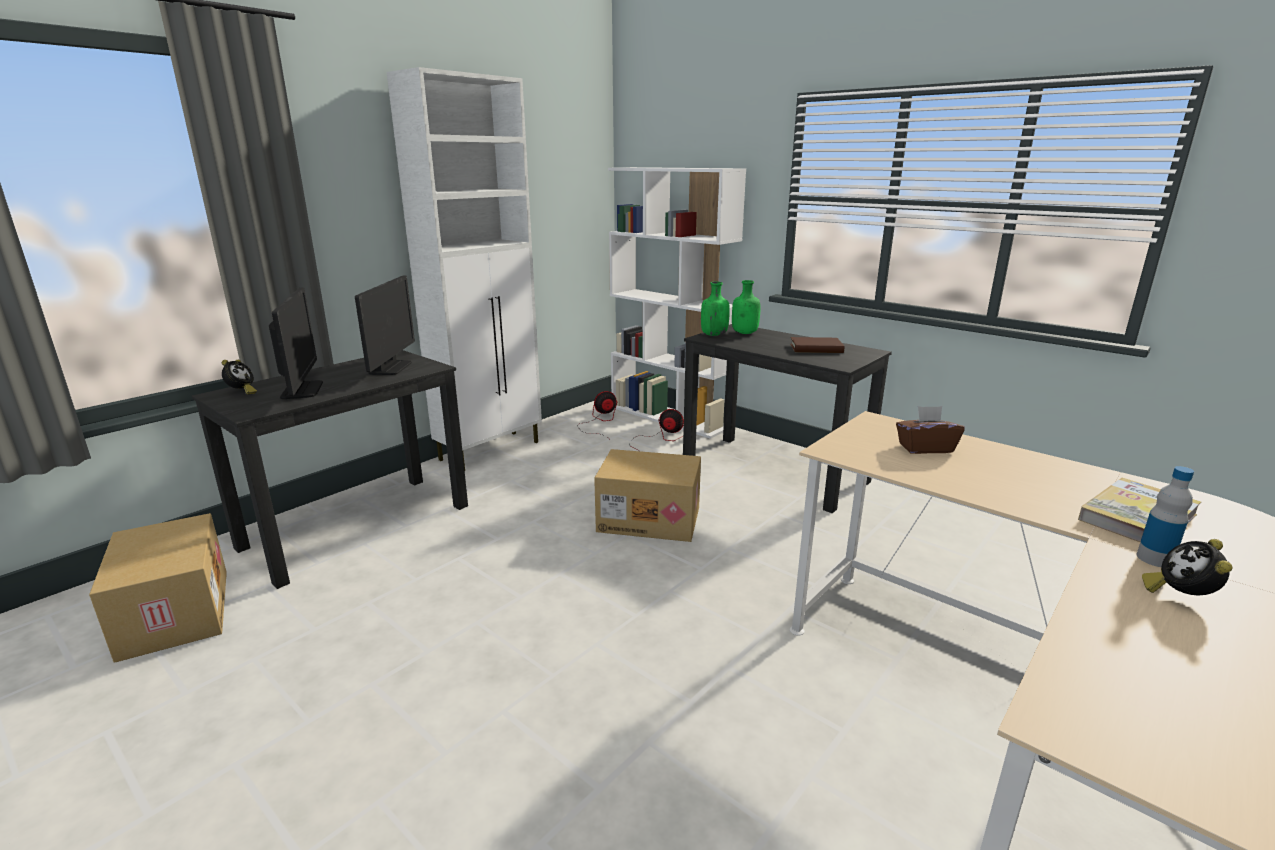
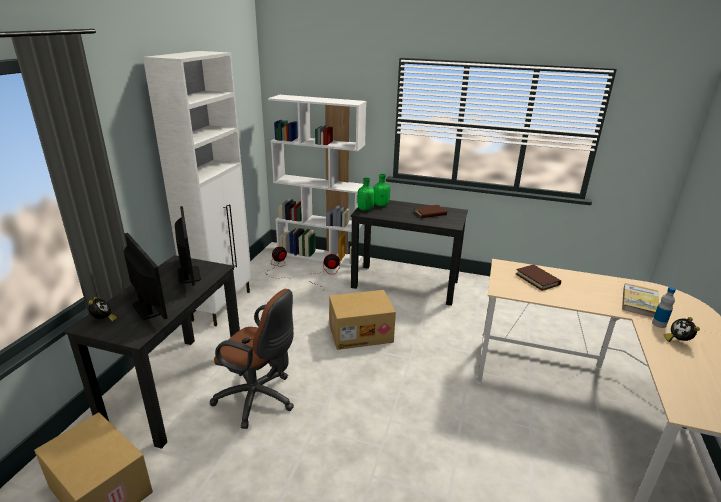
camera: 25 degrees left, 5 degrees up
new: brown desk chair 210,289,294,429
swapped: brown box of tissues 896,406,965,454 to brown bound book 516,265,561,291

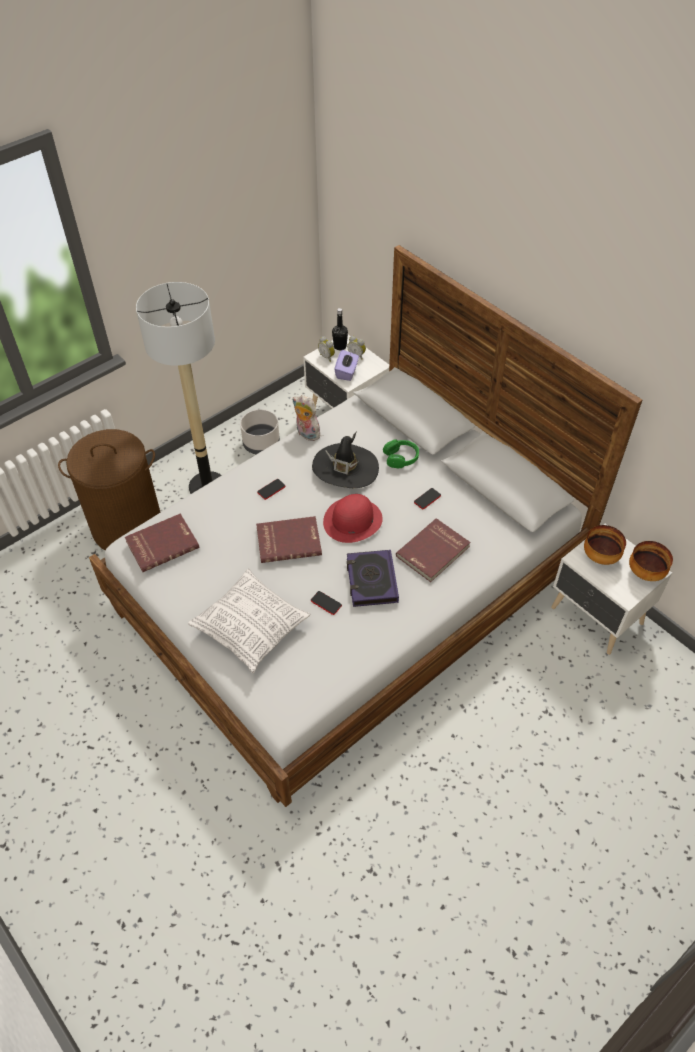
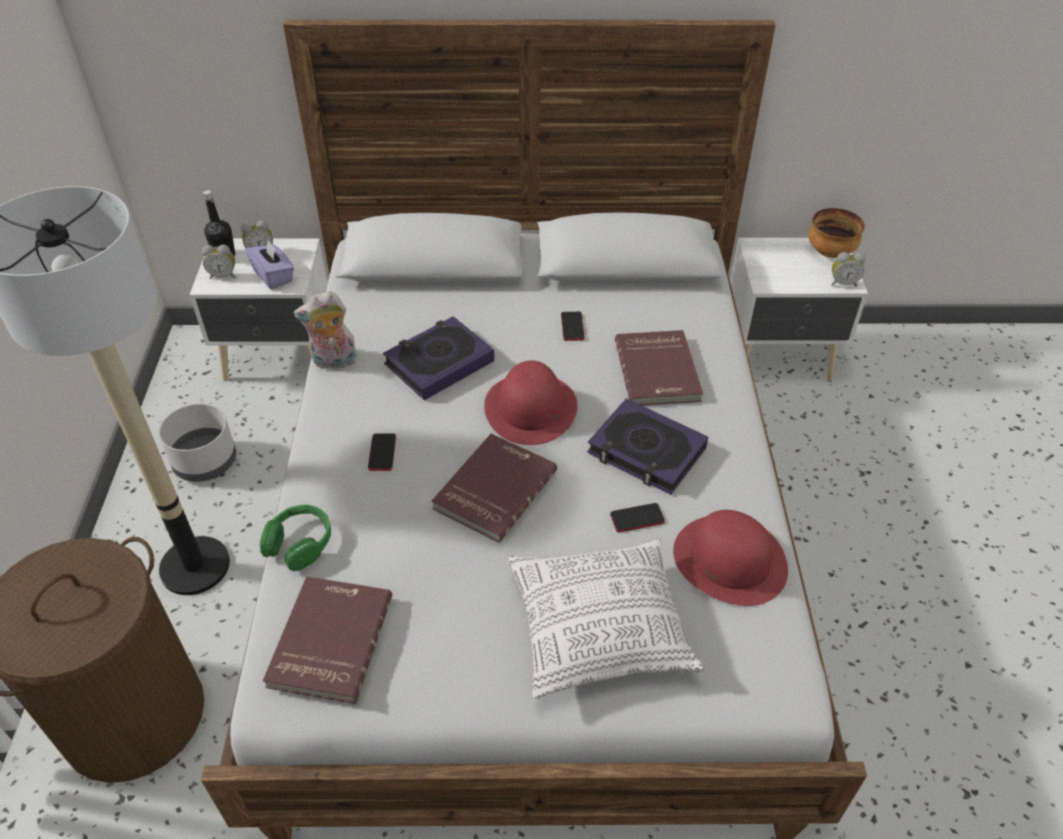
camera: 50 degrees left, 5 degrees down
gone: deep dish 584,525,626,565
new: reddish hat 673,510,788,606; table clock 831,252,866,287
shifted: greenish pair of headphones 383,439,419,468 to 260,505,331,571
swapped: blackish hat 312,431,379,488 to bound book 383,316,495,400

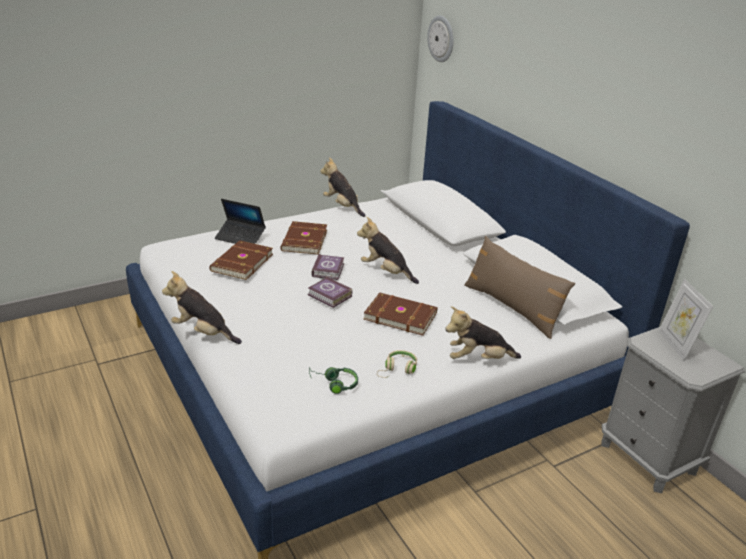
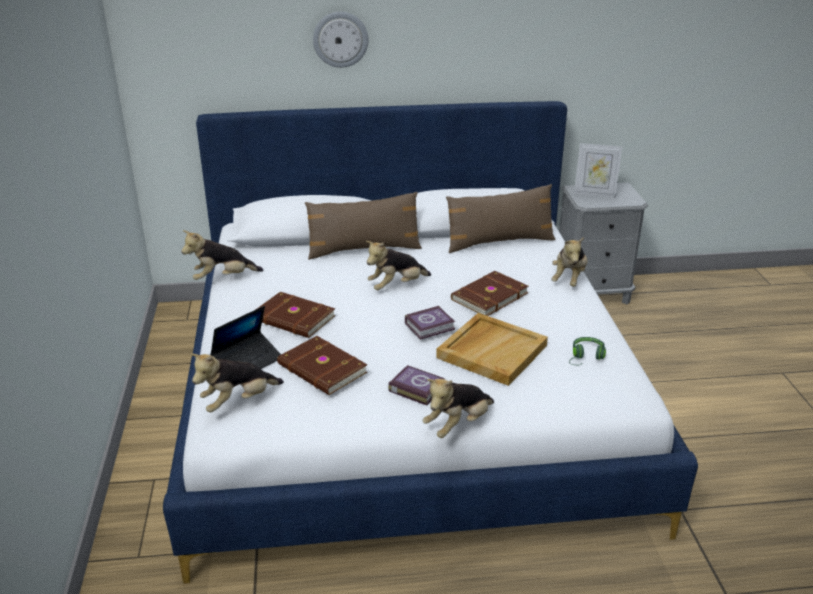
camera: 65 degrees left, 0 degrees up
gone: sand-coloured pair of headphones 377,350,417,378
new: plush toy 190,353,284,412; brown throw pillow 305,192,422,260; sand-coloured serving tray 436,313,548,386
shifted: bound book 311,254,344,280 to 388,365,445,406; hanging clock 427,15,454,62 to 313,12,368,68

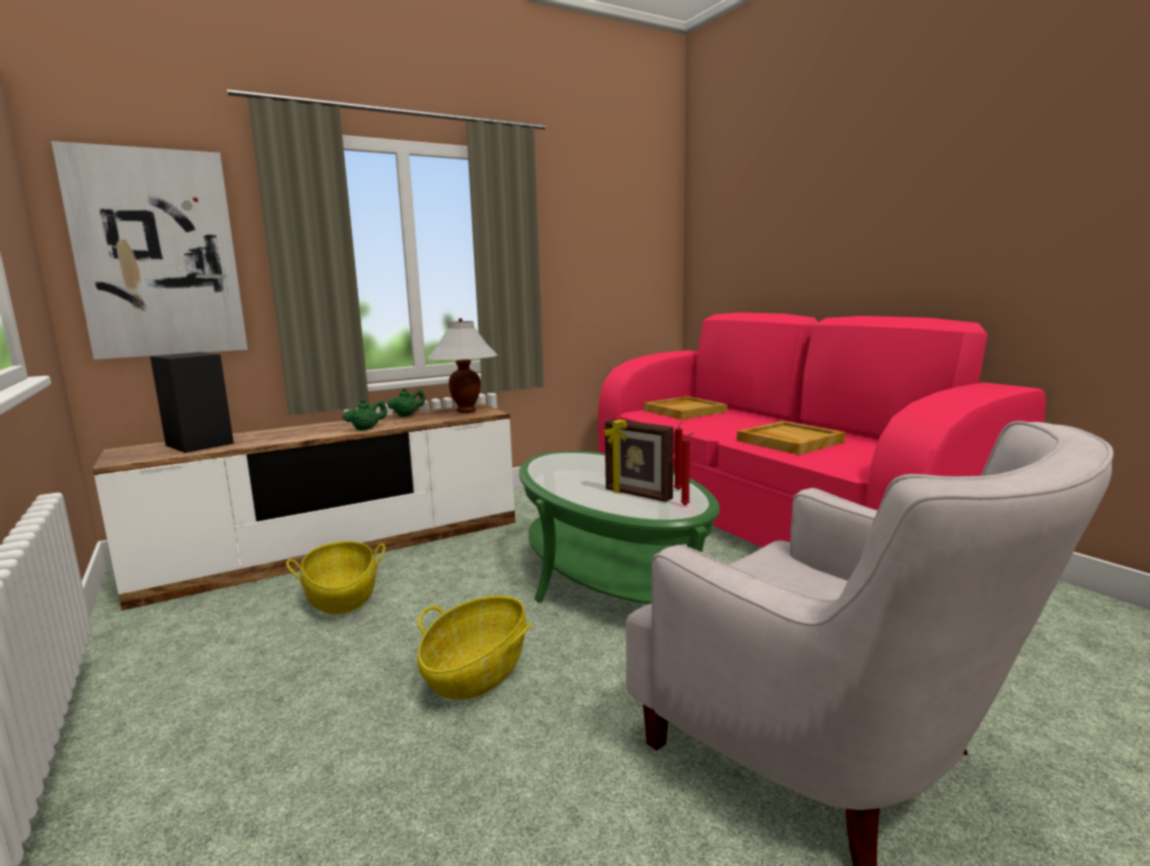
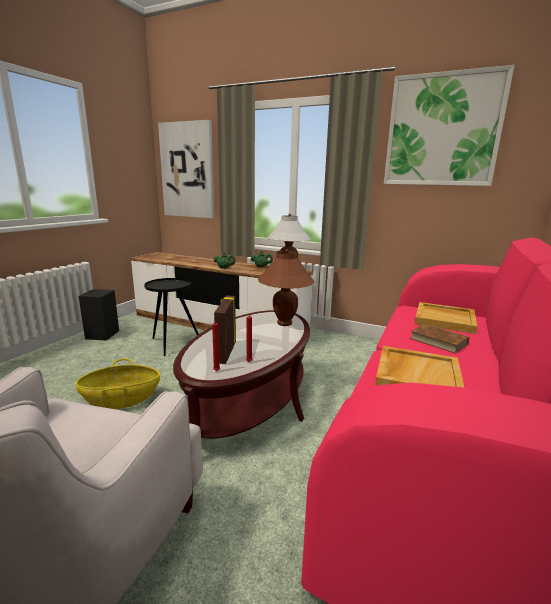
camera: 55 degrees right, 5 degrees up
new: brown tabletop lamp 258,249,315,326; picture 384,65,515,186; brown bound book 410,324,469,354
shifted: blackish speaker 150,352,234,453 to 79,289,119,341
swapped: basket 286,541,385,614 to blackish accent table 144,278,199,356
repainted: greenish coffee table 519,451,720,604 to brown coffee table 173,310,310,439

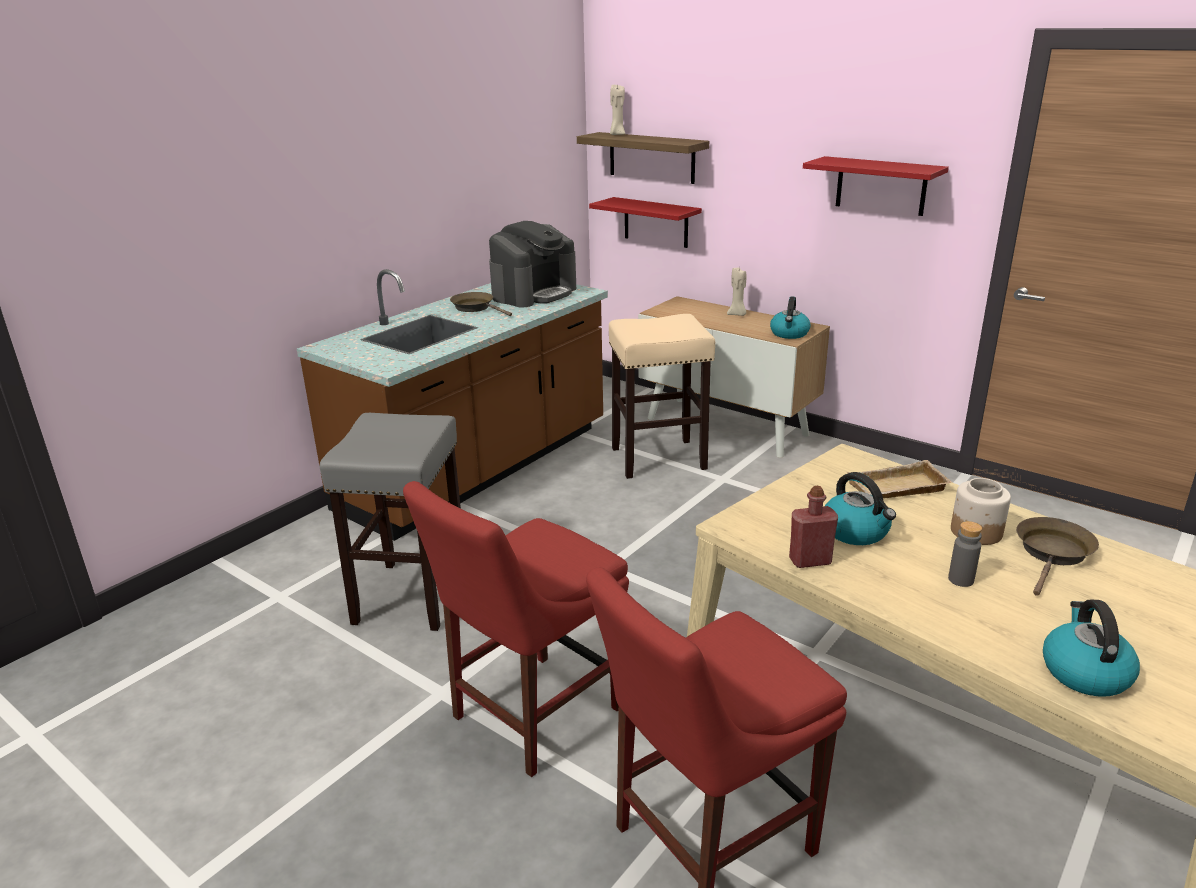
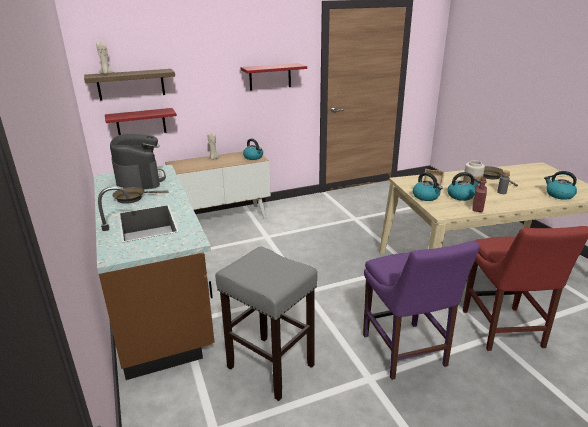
camera: 60 degrees left, 0 degrees up
gone: sand-coloured sitting stool 609,314,715,479
new: water kettle 413,172,442,201
repainted: reddish upright chair 403,481,629,777 to purple-coloured upright chair 363,241,480,380

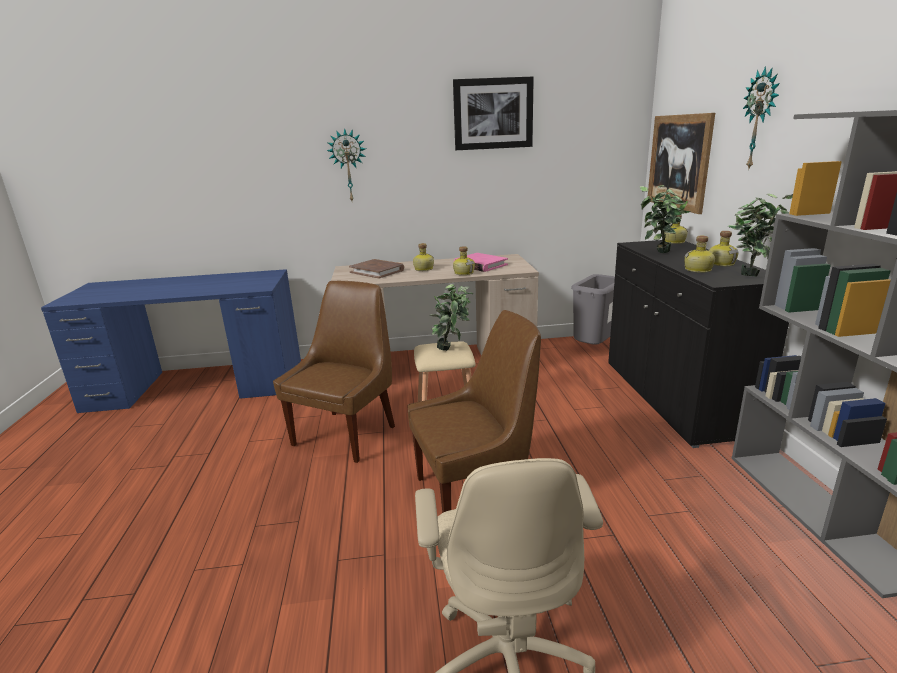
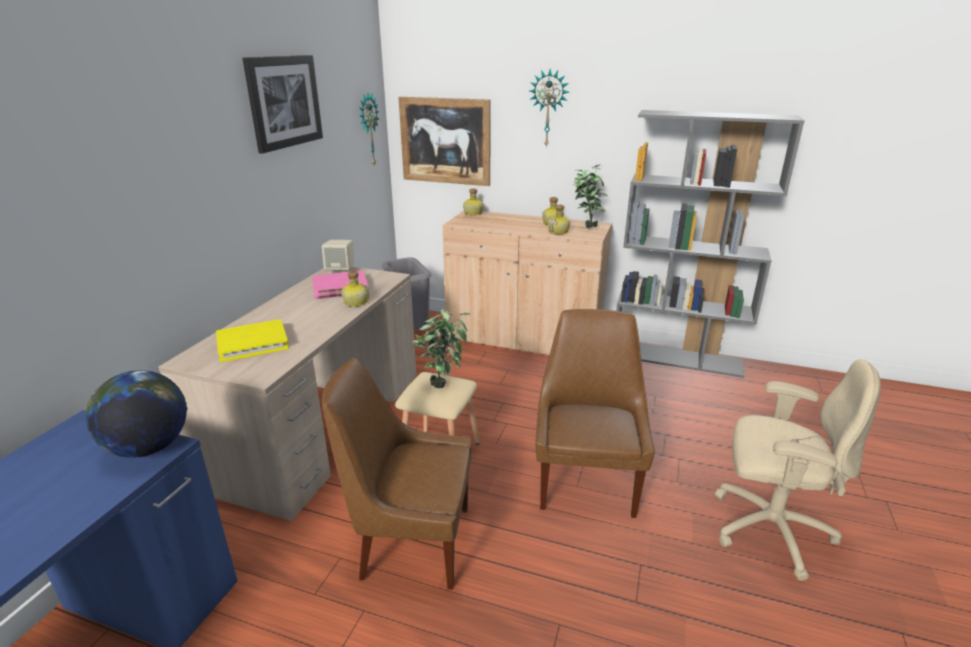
camera: 65 degrees left, 5 degrees up
gone: bottle 413,243,434,271; plant in a pot 640,185,691,253
new: desk globe 86,370,187,458; sand-coloured speaker 322,240,355,274
shifted: hanging clock 327,128,366,201 to 359,93,379,165
repainted: brown bound book 349,259,404,279 to yellowish bound book 216,319,289,362; blackish storage cabinet 608,240,789,448 to sand-coloured storage cabinet 442,211,612,355
rotated: brown upright chair 273,281,395,463 = 322,358,471,590 45 degrees counterclockwise

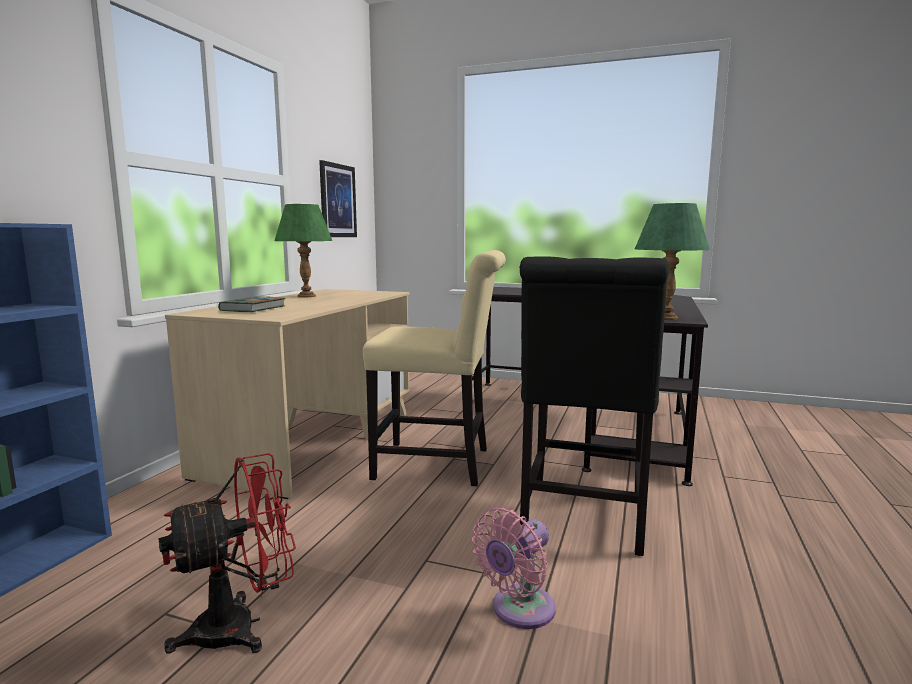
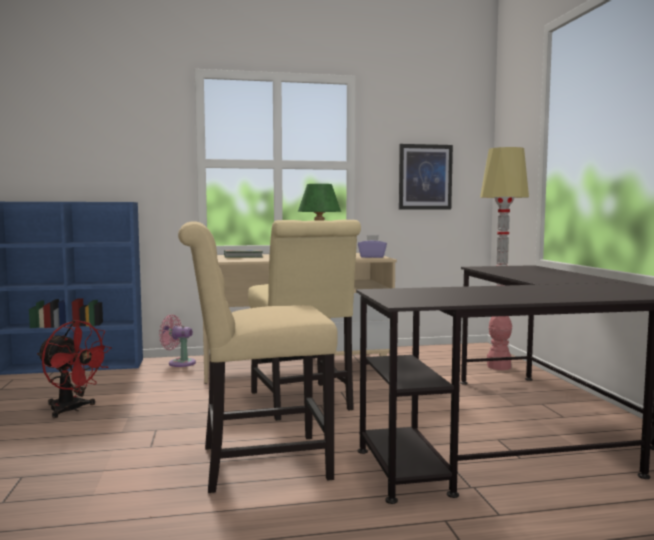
camera: 60 degrees right, 5 degrees down
gone: greenish tabletop lamp 635,203,710,320
new: purple-coloured box of tissues 358,235,387,258; standing lamp 480,147,529,370
shifted: pink-coloured cooling fan 472,508,556,629 to 159,315,196,367
repainted: blackish upright chair 520,256,669,556 to sand-coloured upright chair 178,221,338,493

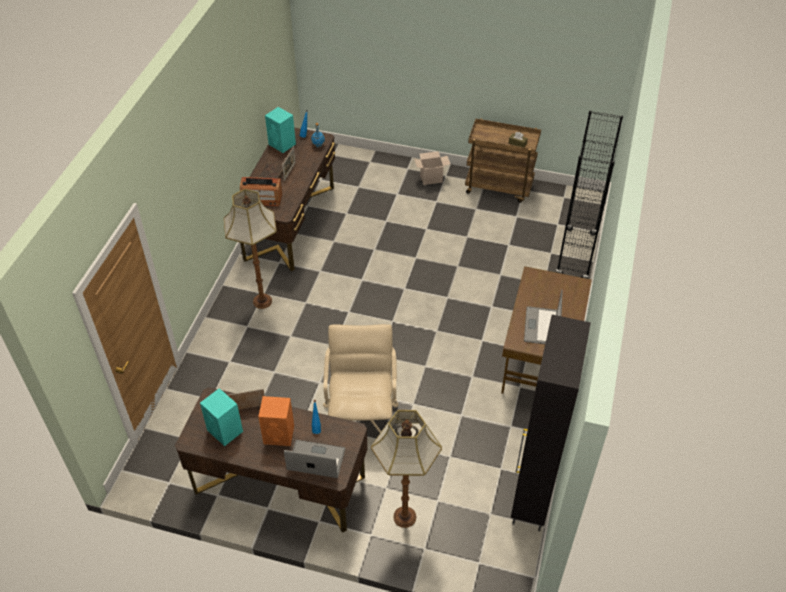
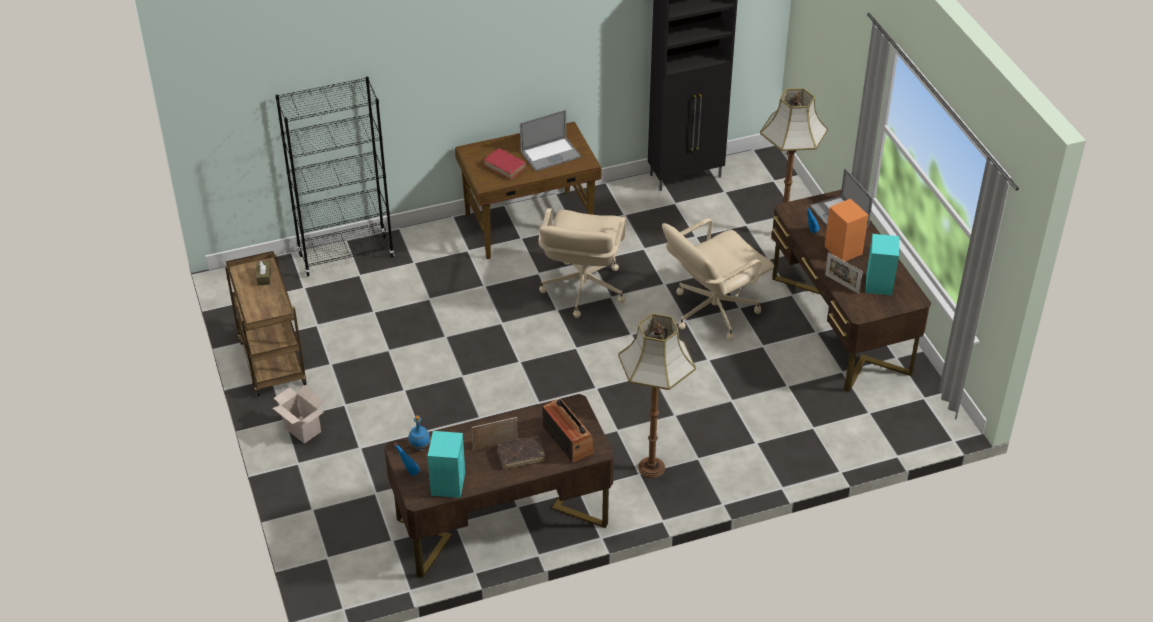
camera: 125 degrees left, 5 degrees down
new: reddish bound book 484,148,526,179; sand-coloured desk chair 538,208,626,318

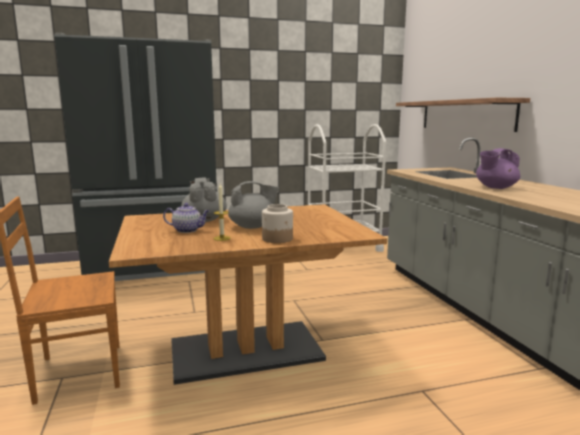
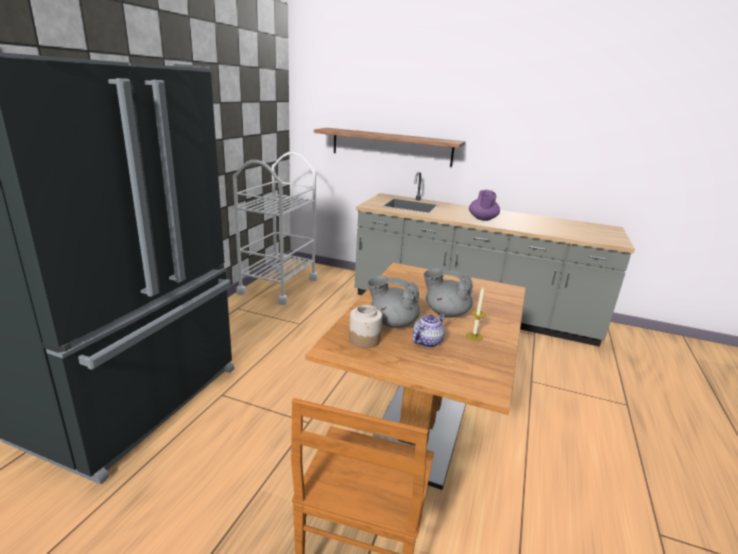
camera: 55 degrees left, 10 degrees up
shifted: preserve jar 262,204,293,243 to 349,305,382,348
rotated: greyish teapot 228,181,279,229 = 423,268,473,317 90 degrees counterclockwise

